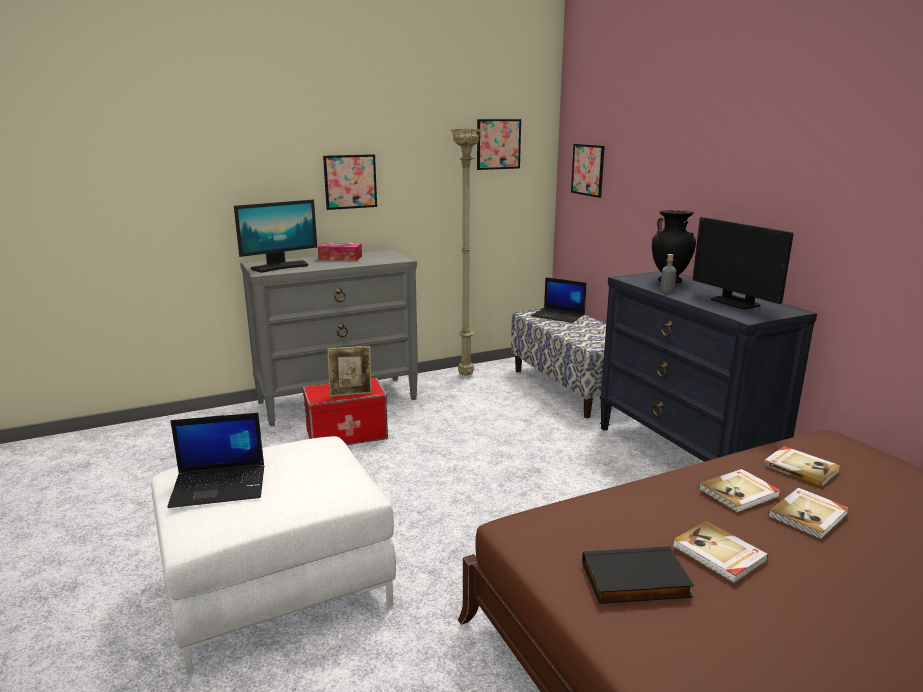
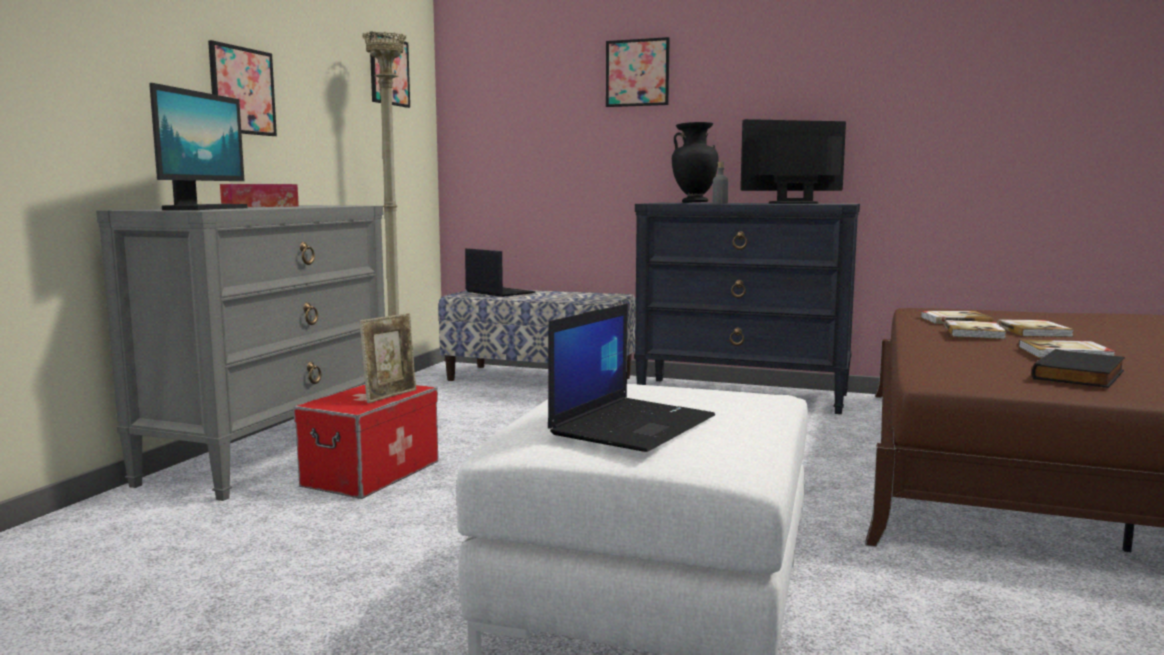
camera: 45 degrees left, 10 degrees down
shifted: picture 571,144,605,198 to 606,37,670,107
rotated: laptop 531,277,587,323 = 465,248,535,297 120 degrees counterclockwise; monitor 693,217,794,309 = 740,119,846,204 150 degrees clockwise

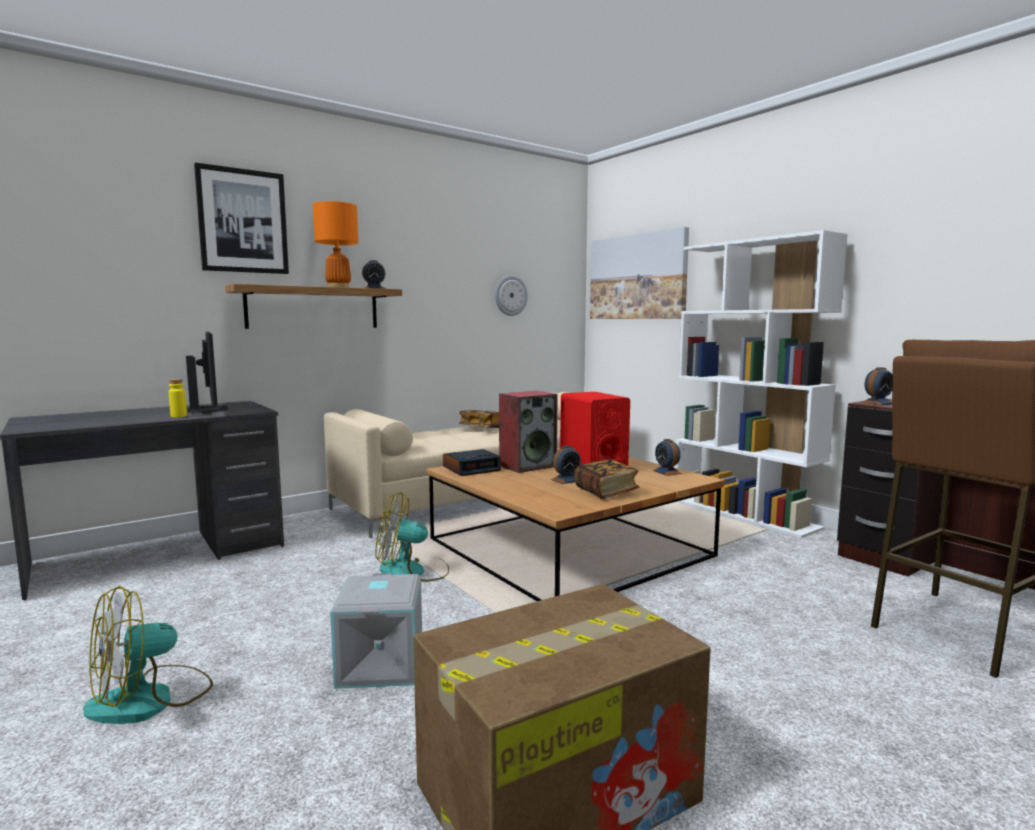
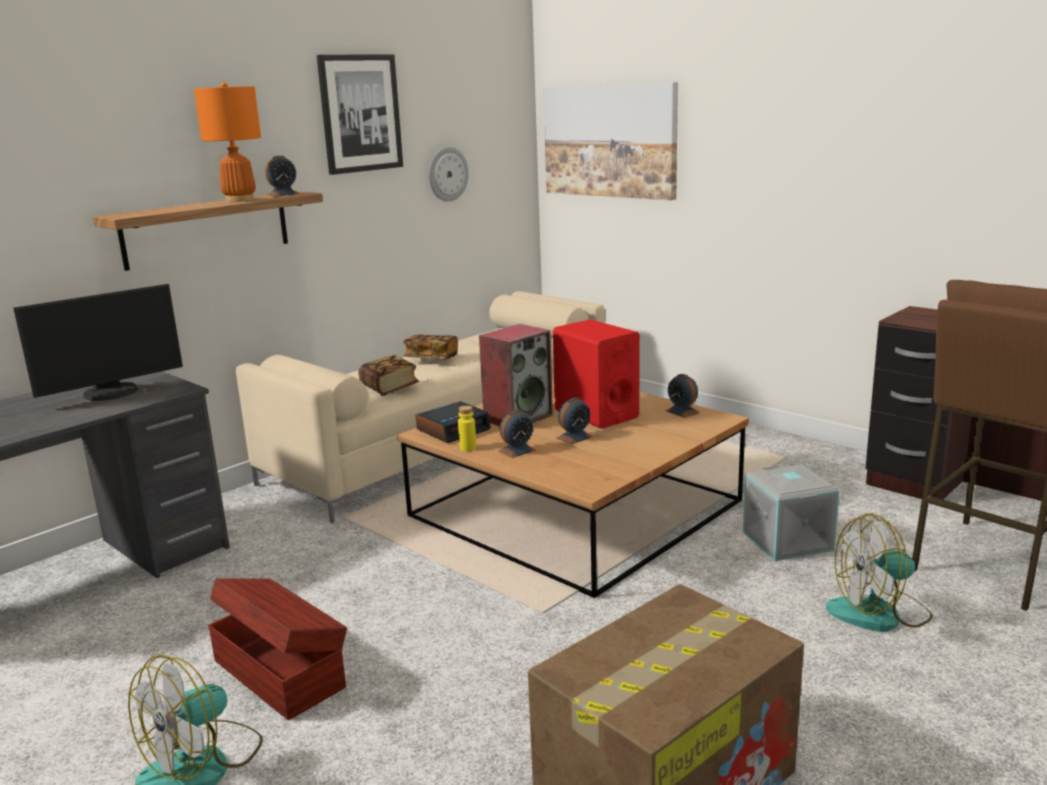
camera: 10 degrees left, 10 degrees up
gone: whitish bookshelf 675,230,848,538
new: brown storage box 209,578,347,720
shifted: yellowish bottle 169,379,187,417 to 458,406,476,451; picture 194,162,289,274 to 317,55,403,175; greyish storage box 330,573,422,689 to 743,464,839,561; cooling fan 375,492,449,582 to 826,513,932,632; bound book 574,459,640,499 to 359,355,419,396; table clock 860,367,892,406 to 499,409,536,458
rotated: monitor 186,332,228,413 = 13,284,183,401 90 degrees clockwise

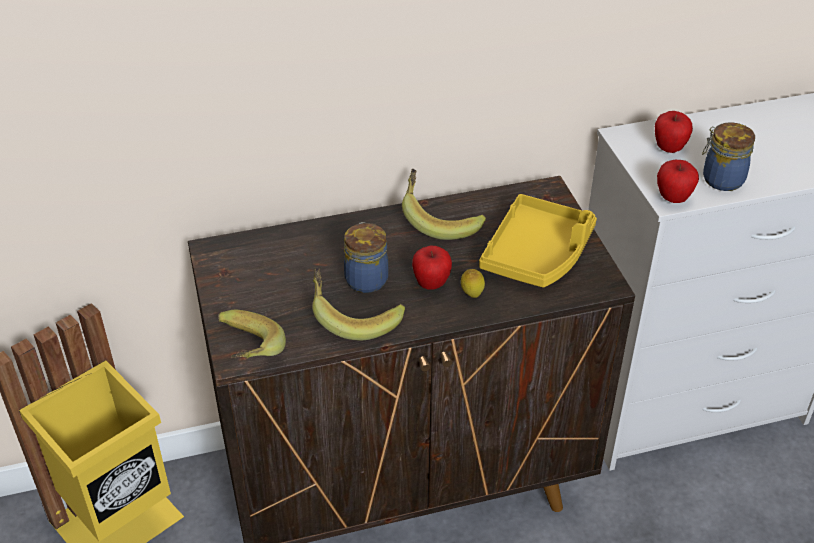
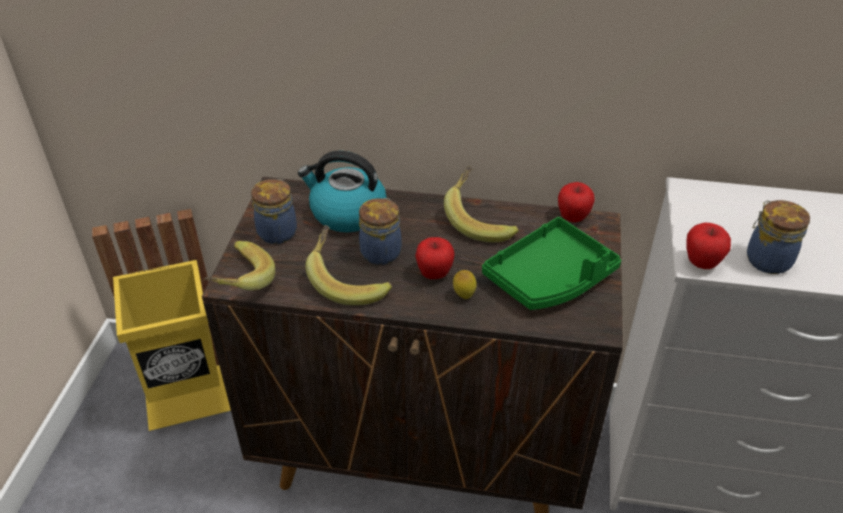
camera: 25 degrees right, 0 degrees up
new: preserve jar 251,179,297,244; water kettle 298,151,387,232
shifted: apple 655,111,693,153 to 558,182,595,222
repainted: yellowish serving tray 479,194,597,288 to greenish serving tray 482,217,621,310

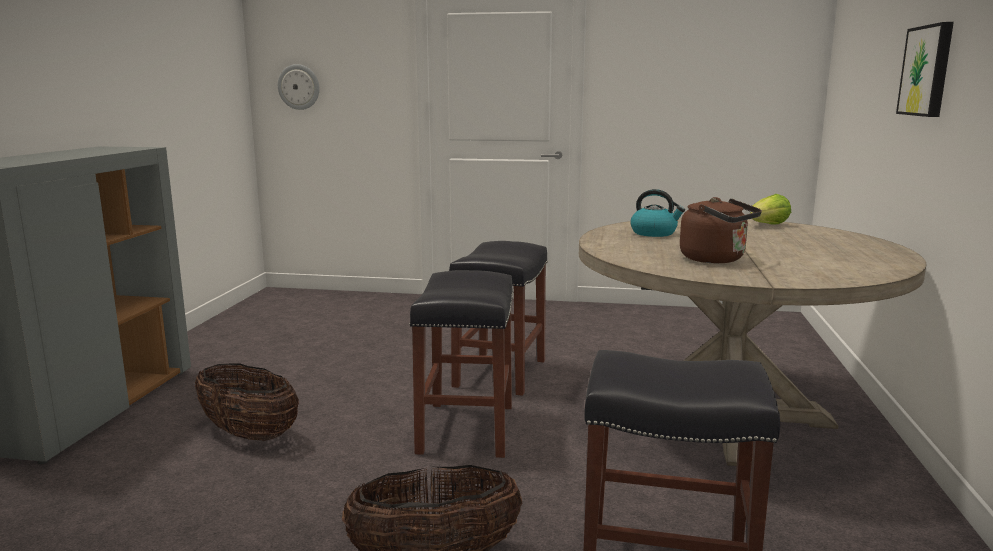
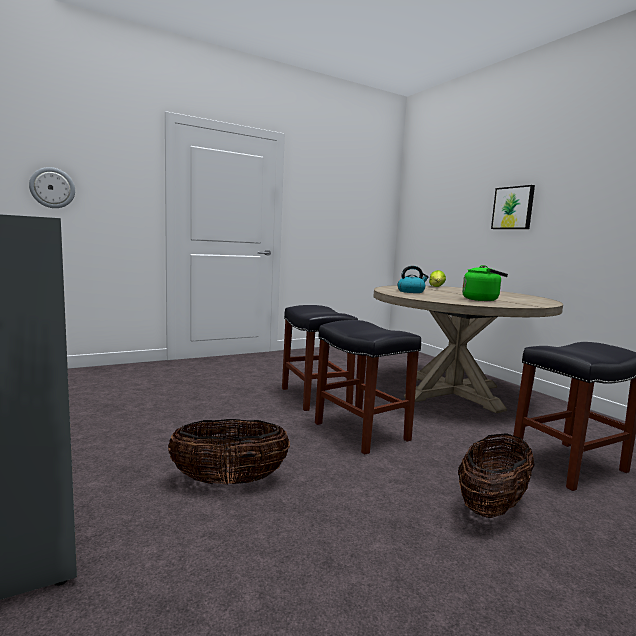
camera: 40 degrees left, 5 degrees down
repainted: brown water kettle 680,197,762,263 to greenish water kettle 462,265,508,301

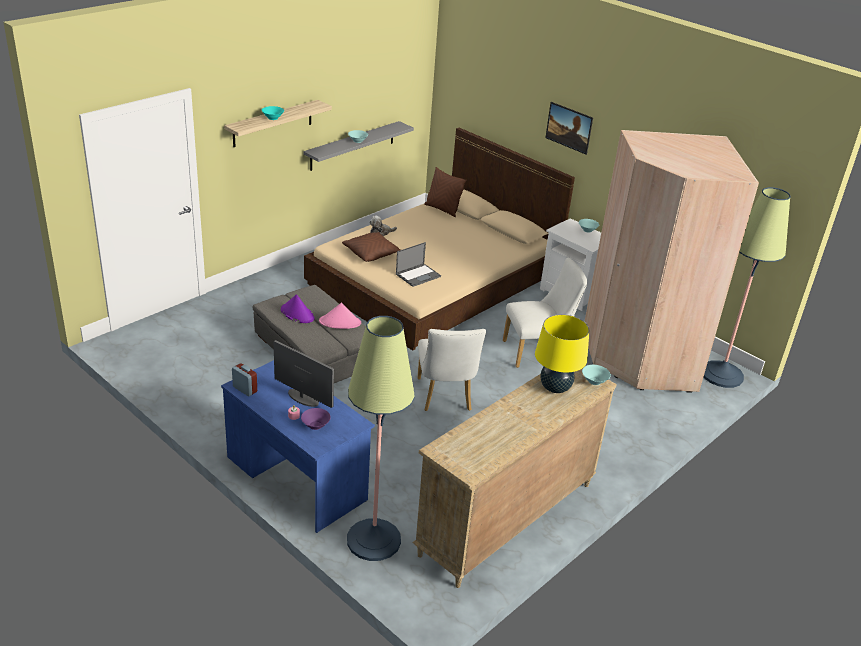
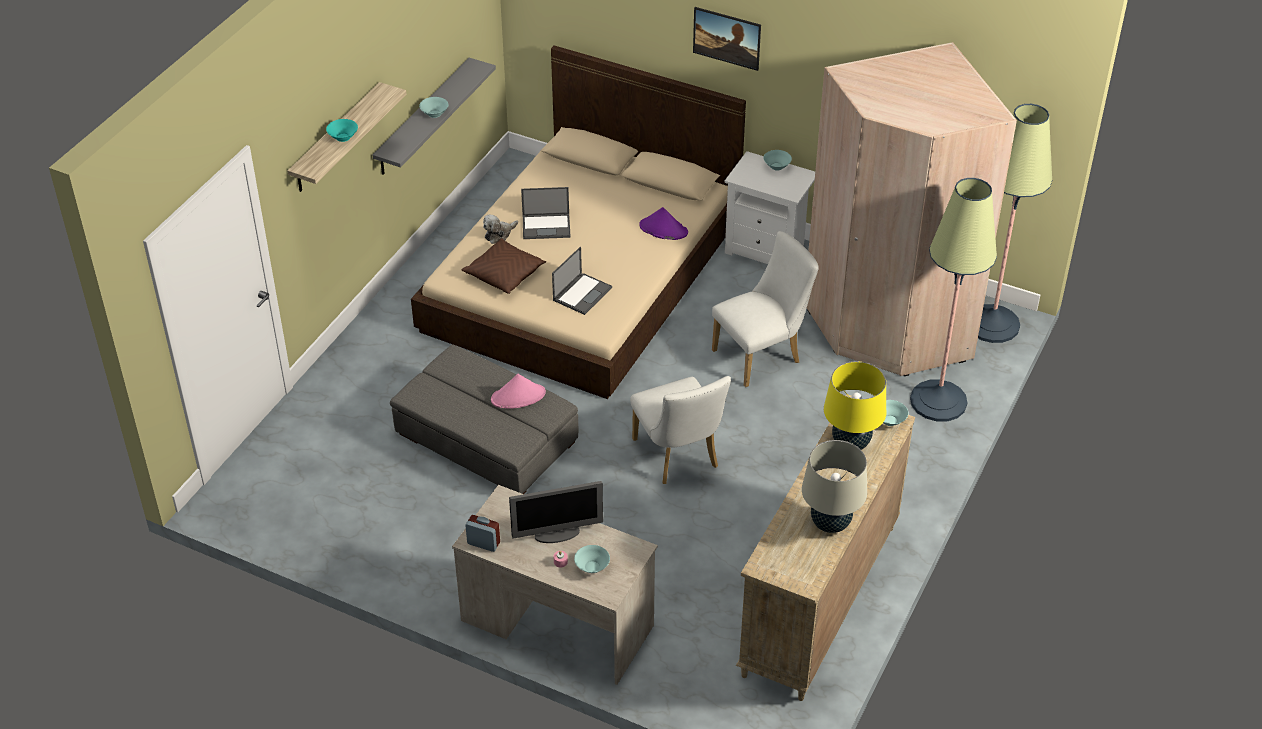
camera: 15 degrees left, 10 degrees up
gone: brown throw pillow 424,167,466,217
new: laptop 521,187,571,239; sand-coloured tabletop lamp 802,440,867,533
shifted: purple-coloured hat 281,294,315,323 to 639,207,688,240; standing lamp 347,316,415,561 to 910,178,997,421
repainted: blue-coloured desk unit 221,360,375,533 to sand-coloured desk unit 452,485,658,685; purple-coloured deep dish 301,408,331,430 to turquoise deep dish 574,545,610,573
rotated: monitor 273,340,334,408 = 509,481,603,543 150 degrees clockwise

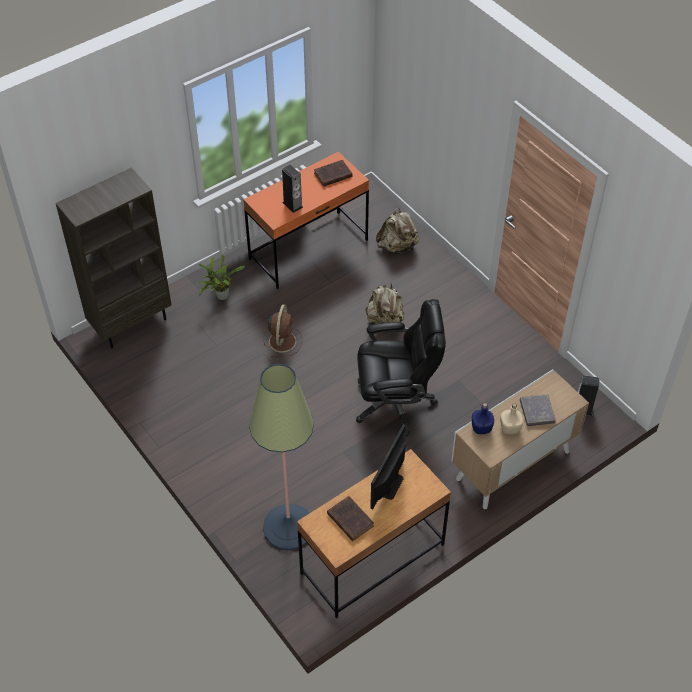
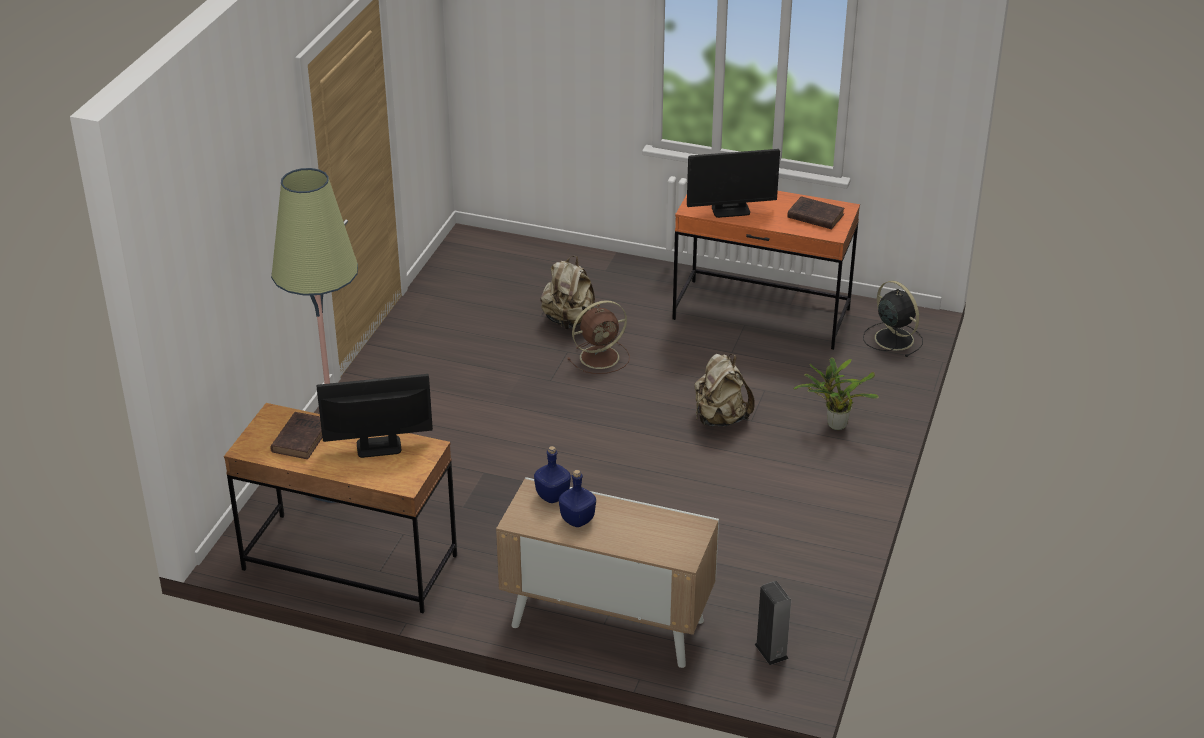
camera: 55 degrees right, 15 degrees down
gone: brown bookshelf 56,168,172,348; blackish desk chair 356,299,446,437; greyish bound book 520,394,556,426
new: blackish cooling fan 863,281,923,357
shifted: plant in a pot 198,255,245,300 to 793,357,879,430; sand-coloured rucksack 376,208,419,254 to 540,256,595,330
swapped: speaker 282,165,303,213 to monitor 687,149,780,218
repainted: sand-coloured bottle 500,403,523,434 to blue-coloured bottle 559,470,596,527

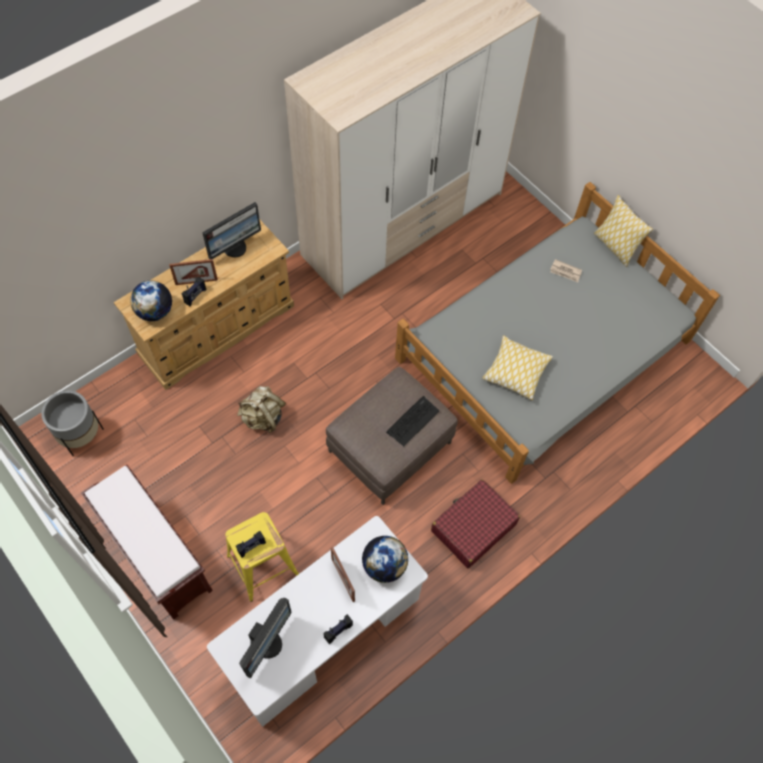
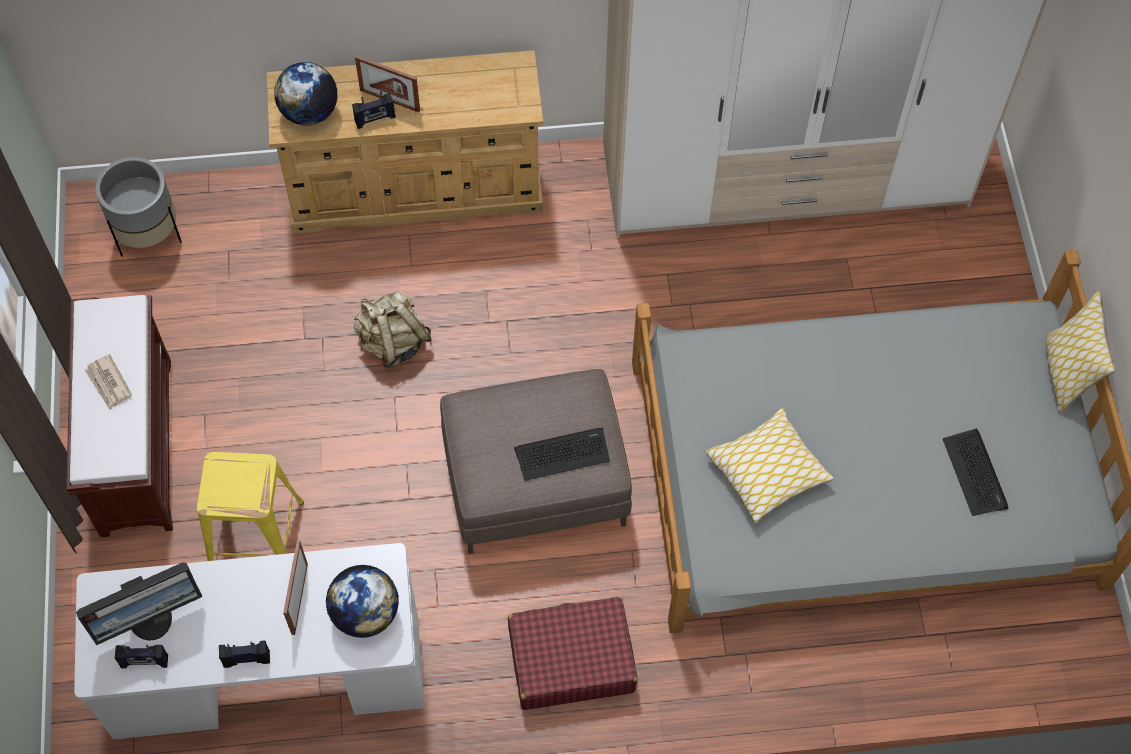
camera: 35 degrees right, 0 degrees up
gone: monitor 202,202,261,259
new: PC keyboard 943,428,1009,516
shifted: radio 236,531,266,558 to 115,645,168,668; printed paper 550,259,582,282 to 84,354,132,410

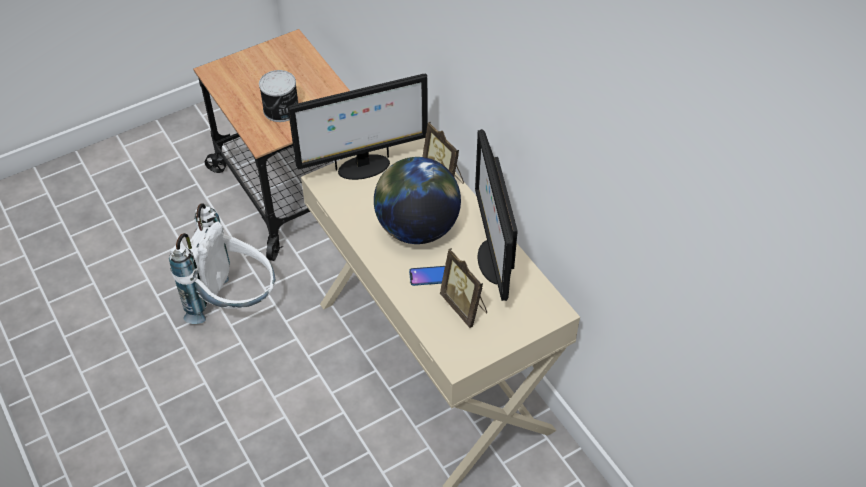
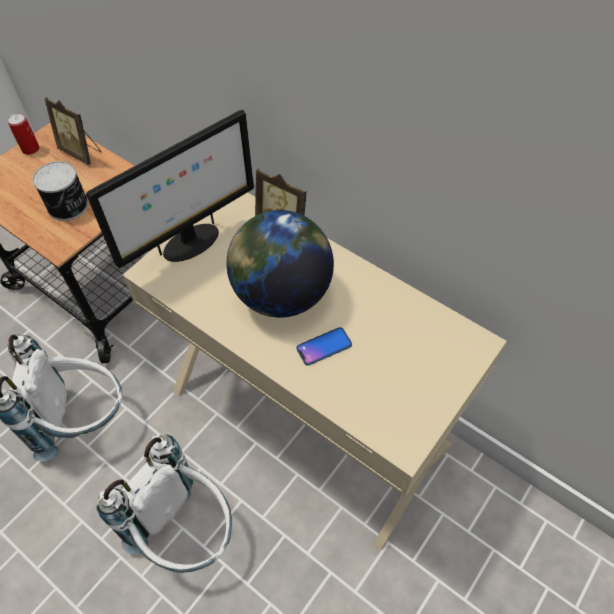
camera: 20 degrees left, 5 degrees up
gone: monitor 475,129,518,301
new: metal can 8,113,40,155; whitish rucksack 96,434,232,573
shifted: picture frame 440,248,487,328 to 44,97,101,165

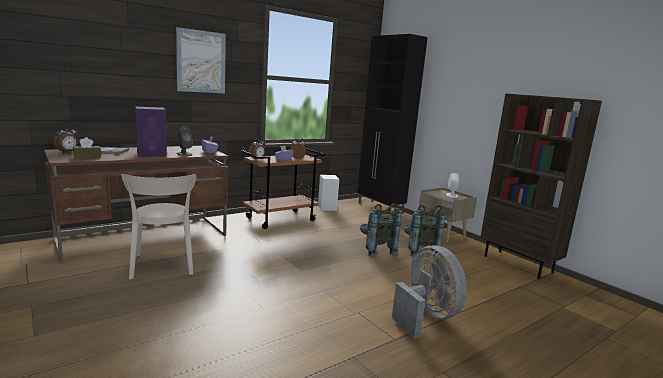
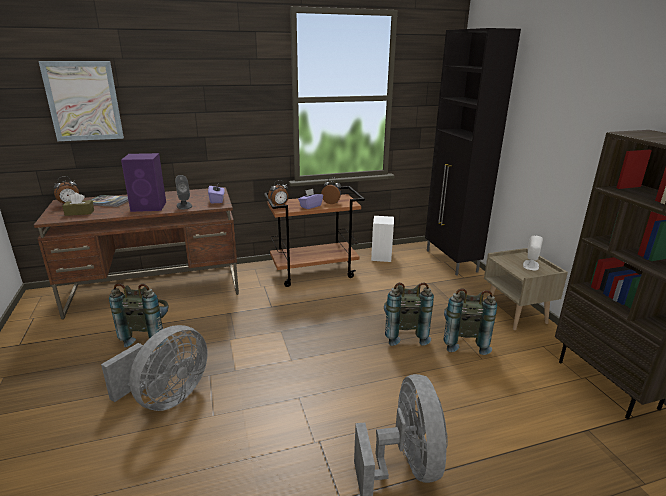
camera: 20 degrees right, 10 degrees up
new: greyish cooling fan 101,325,208,411
shifted: picture 176,27,226,93 to 38,61,124,141
swapped: sand-coloured upright chair 121,174,196,279 to greyish rucksack 109,283,168,348

